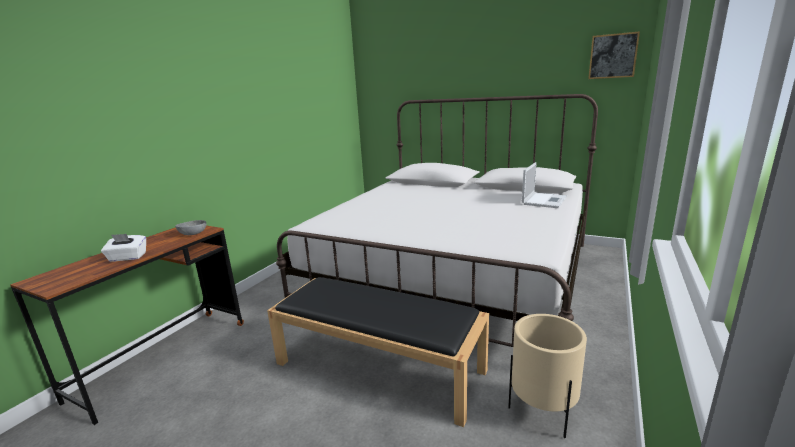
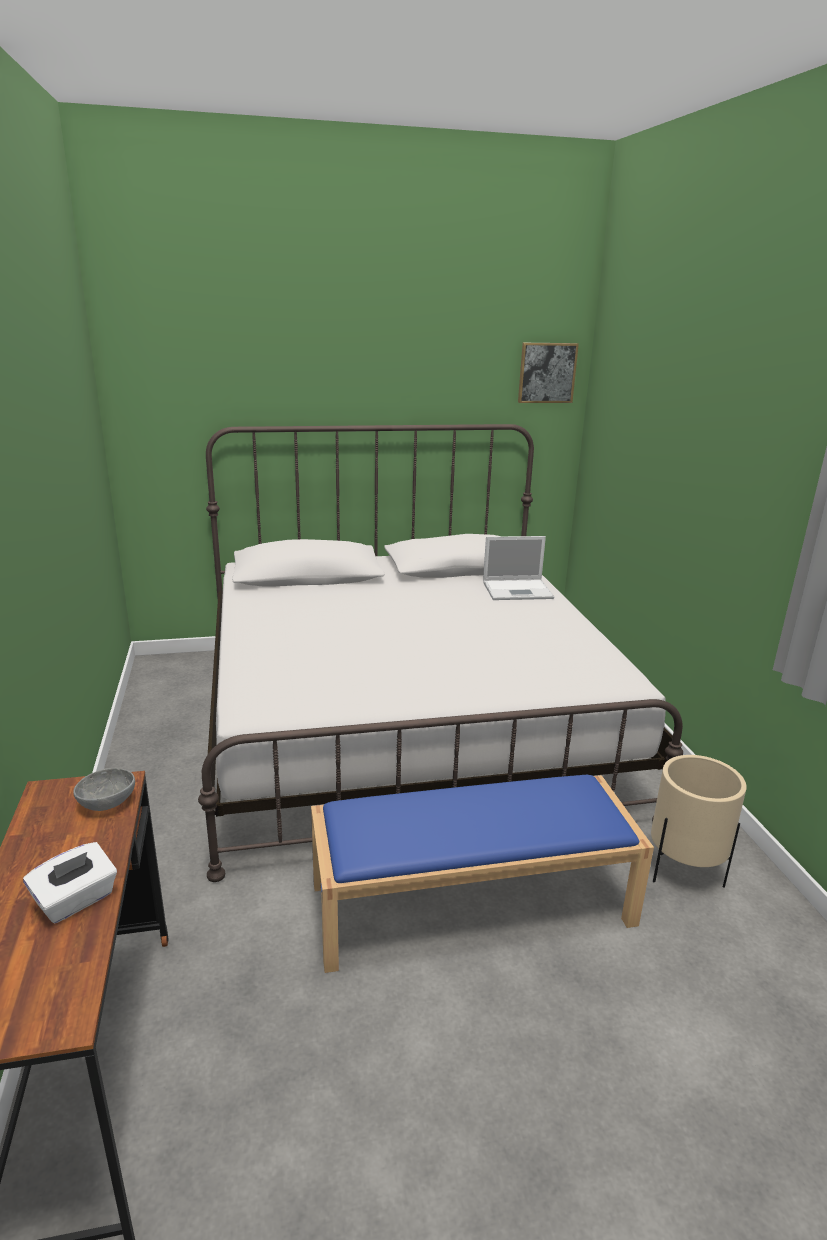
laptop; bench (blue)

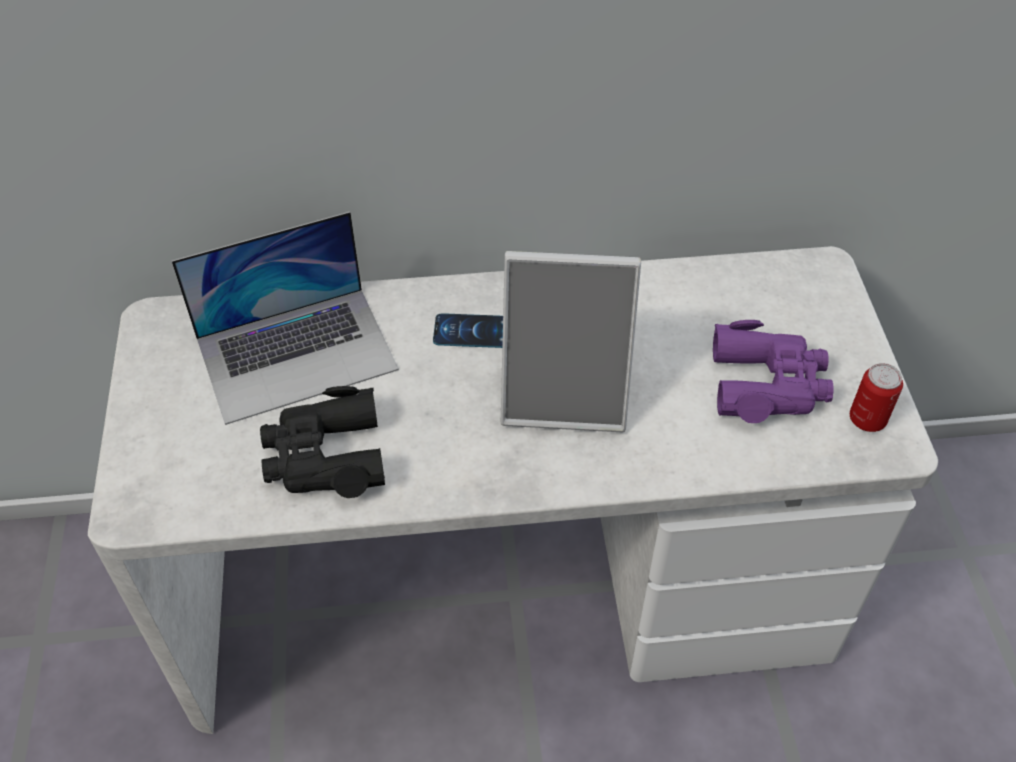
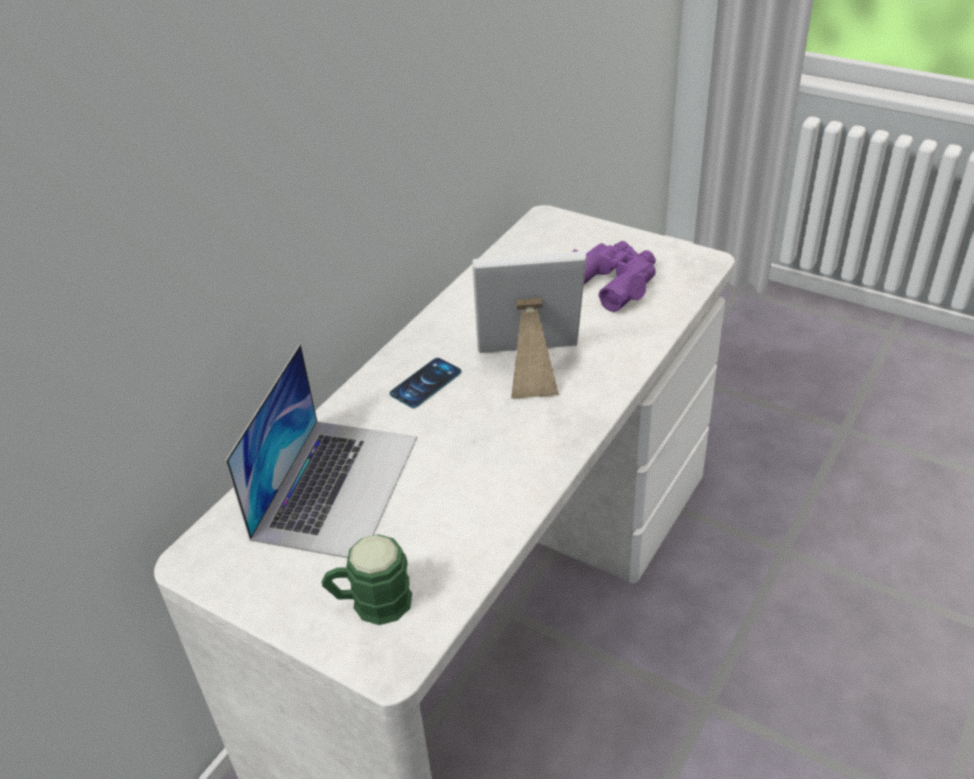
picture frame; can; binoculars (black); mug (green)

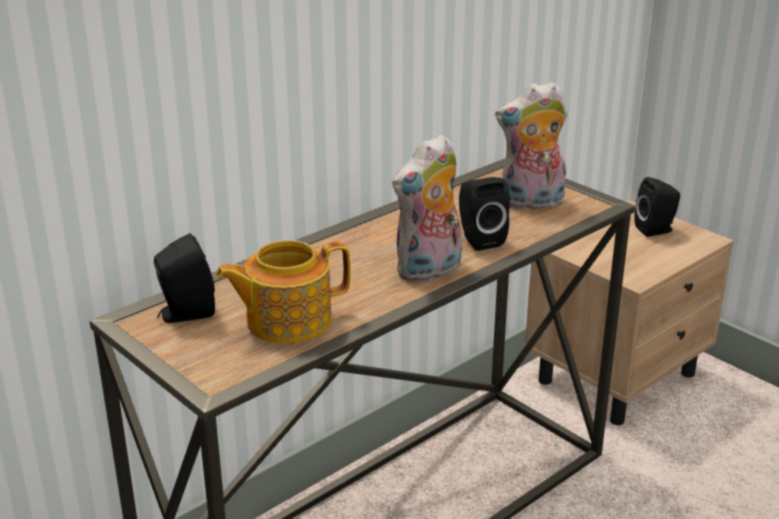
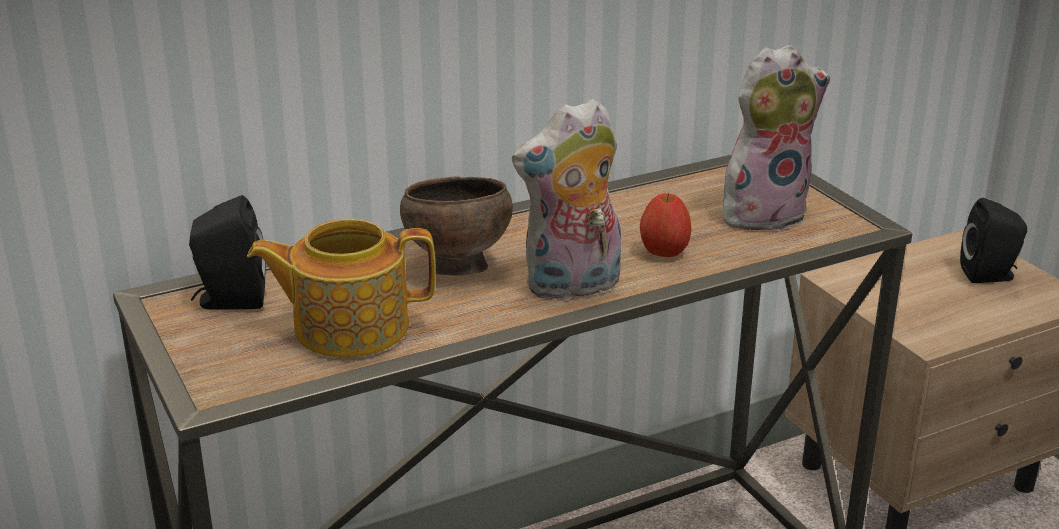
plush toy (no. 2 from left); apple; bowl (brown)

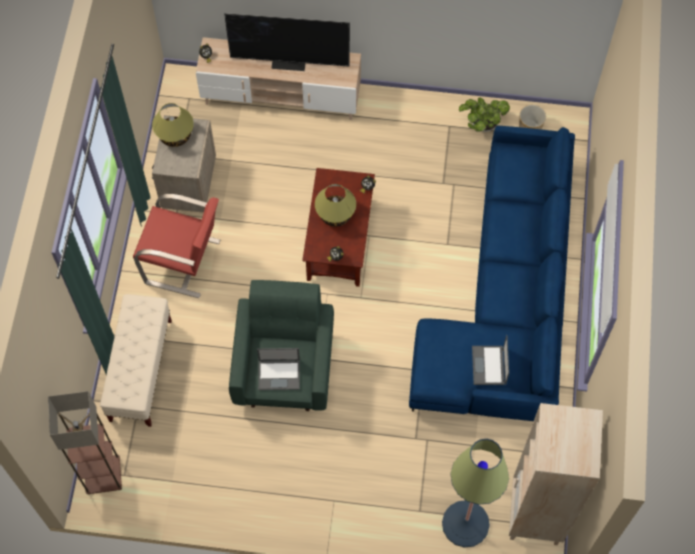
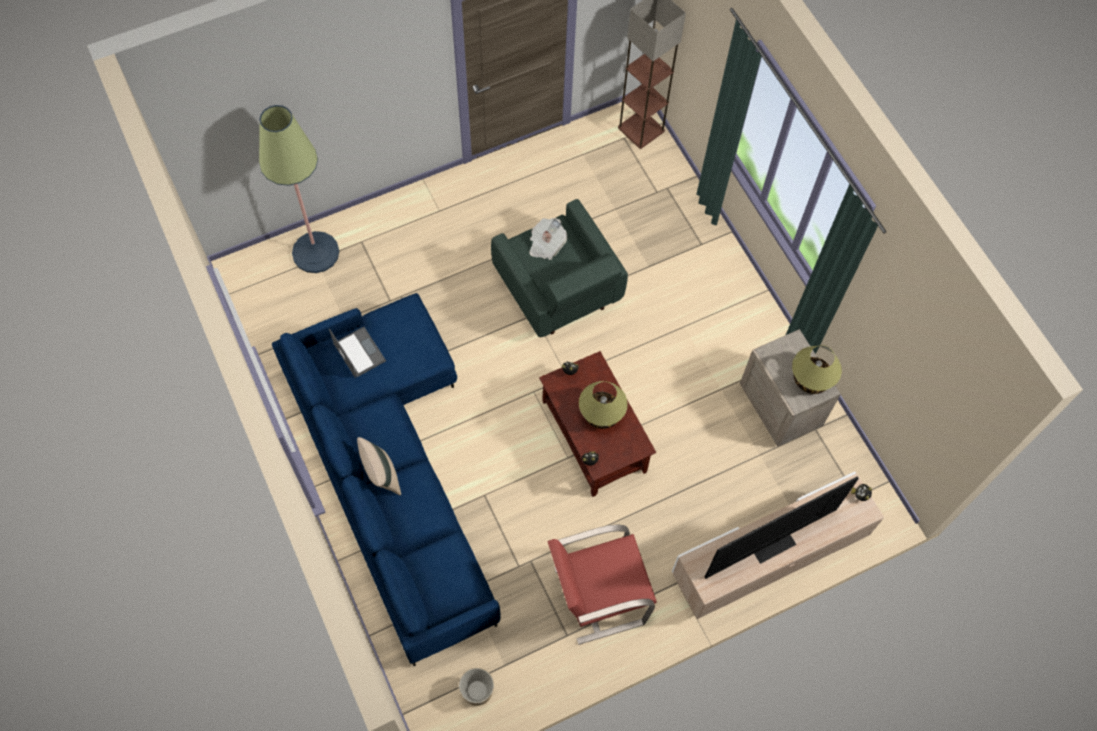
potted plant; armchair (red); bench (beige); newspaper; bookcase (beige); pillow (beige)

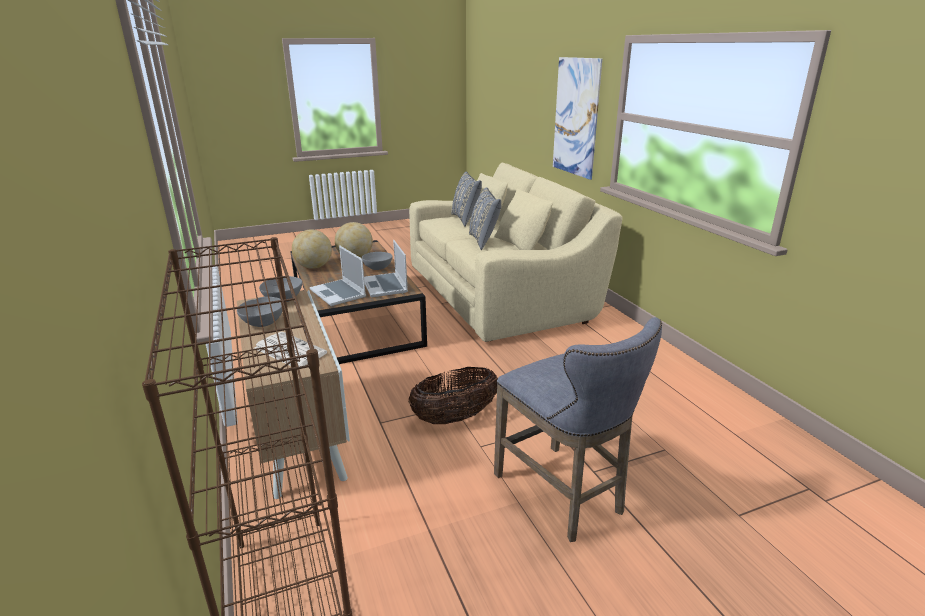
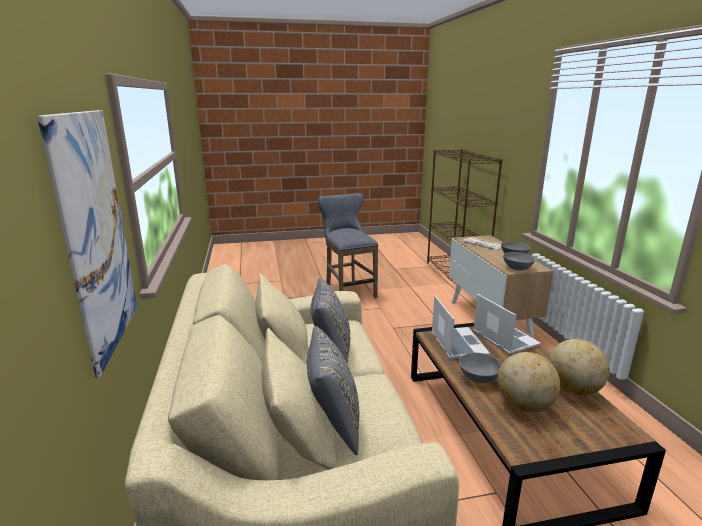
basket

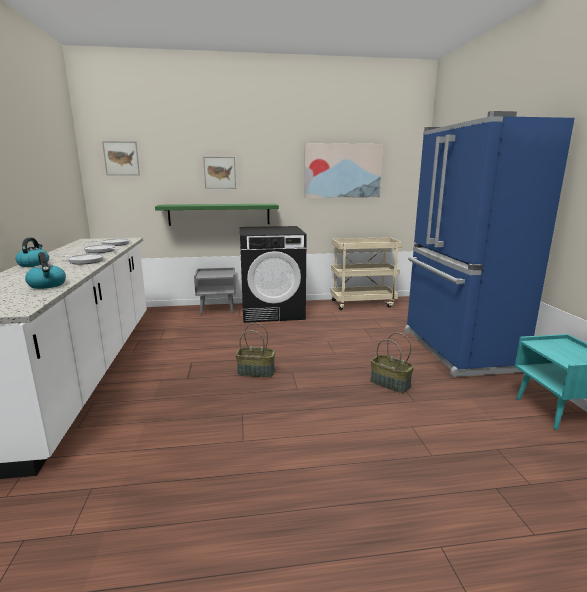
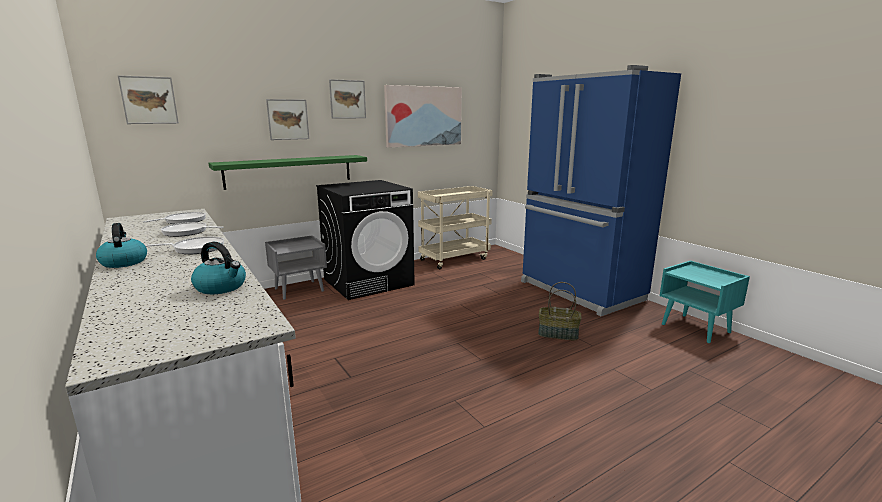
basket (no. 1 from left in the first image); picture (no. 3 from left)

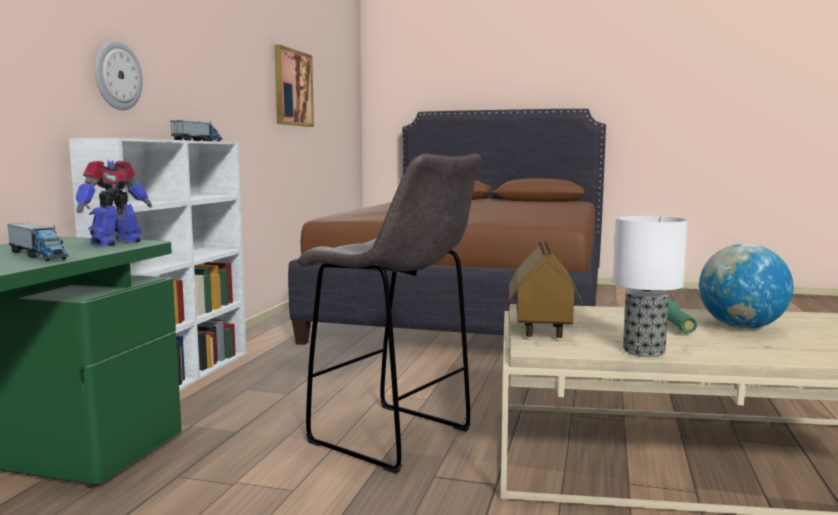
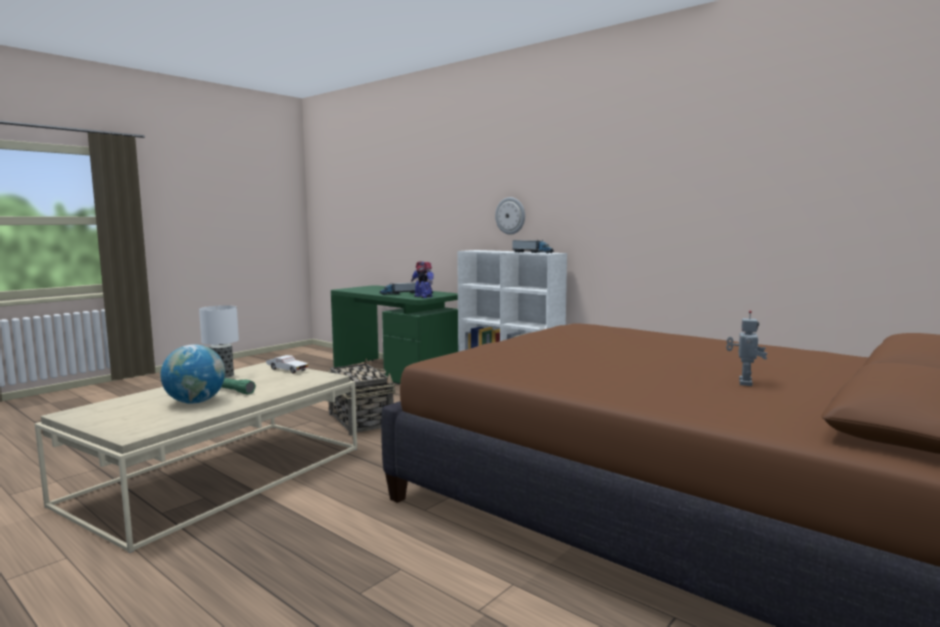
picture; basket; toy car (white); toy robot (no. 2 from left)

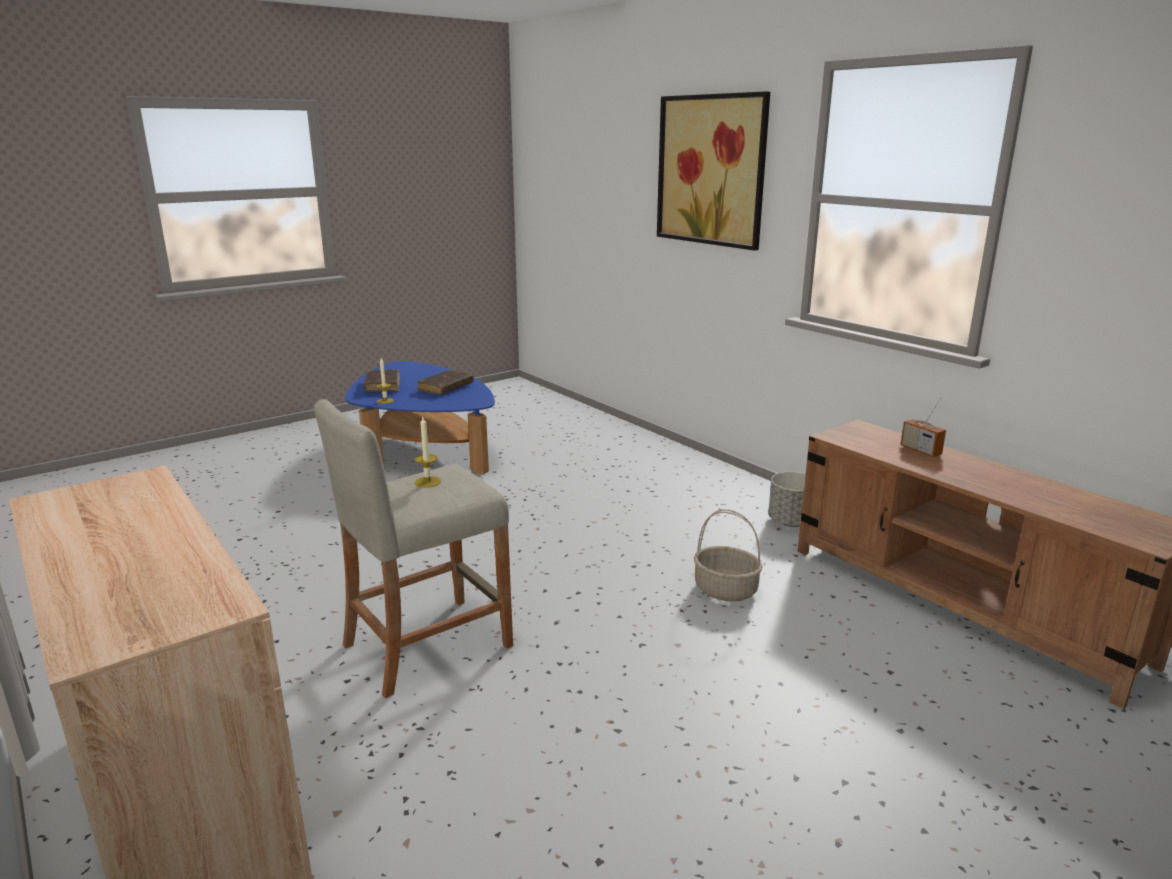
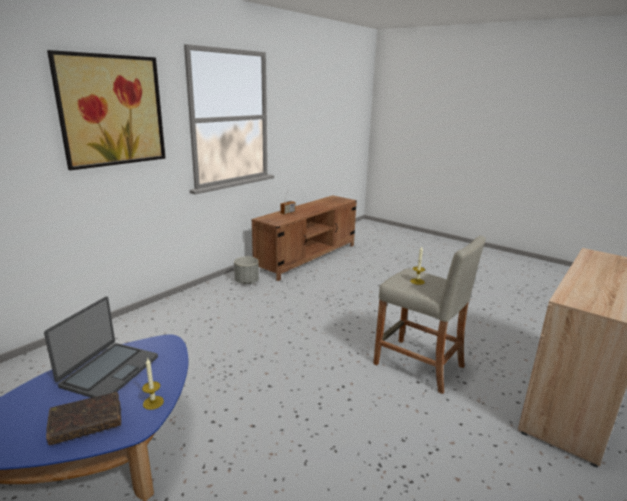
laptop; basket

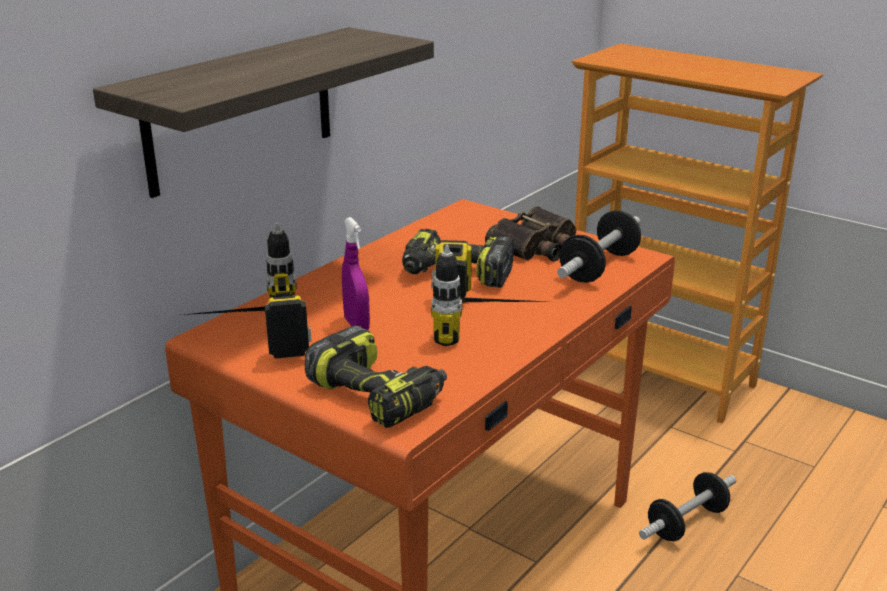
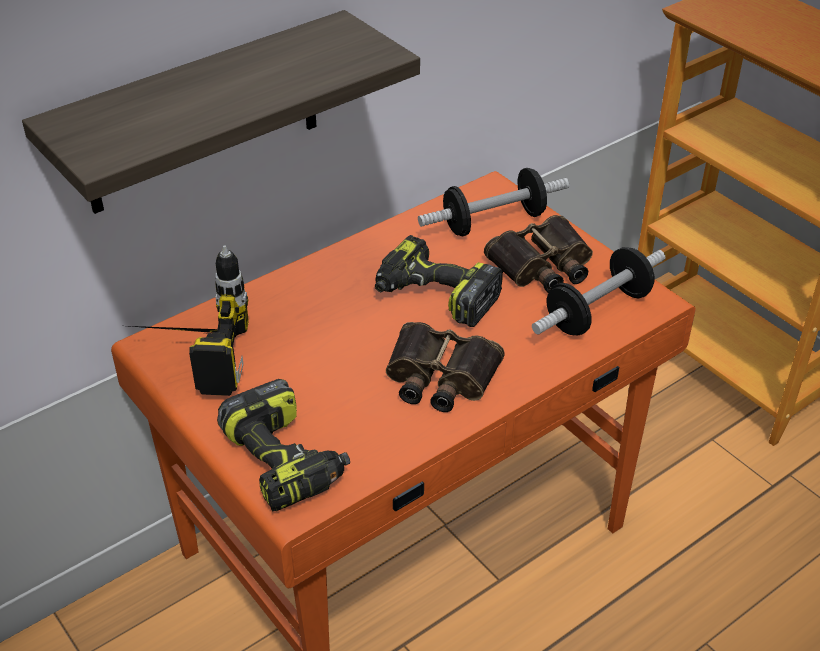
spray bottle (purple); binoculars (no. 1 from left); dumbbell (no. 1 from left)

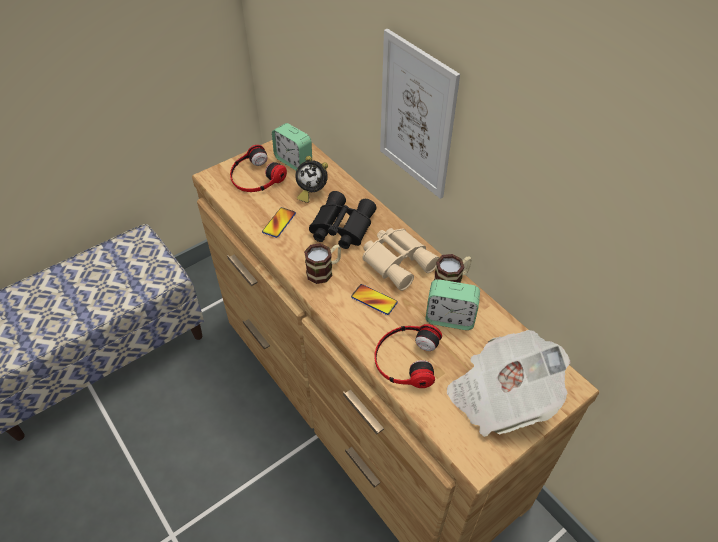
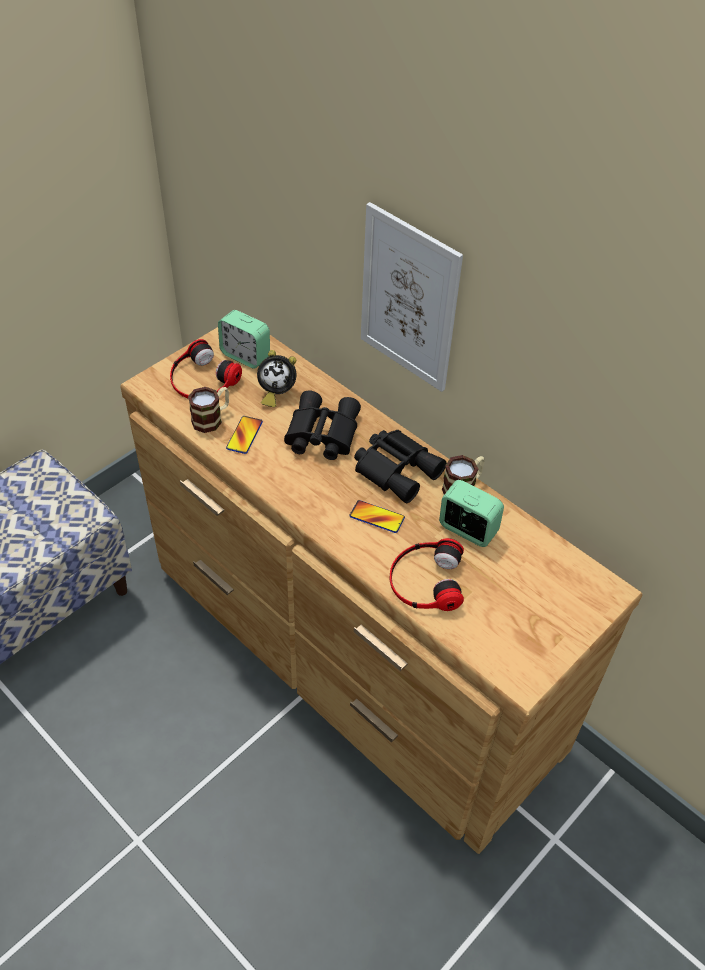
binoculars (black) (no. 2 from left); mug (no. 1 from left); alarm clock (no. 3 from left); newspaper

